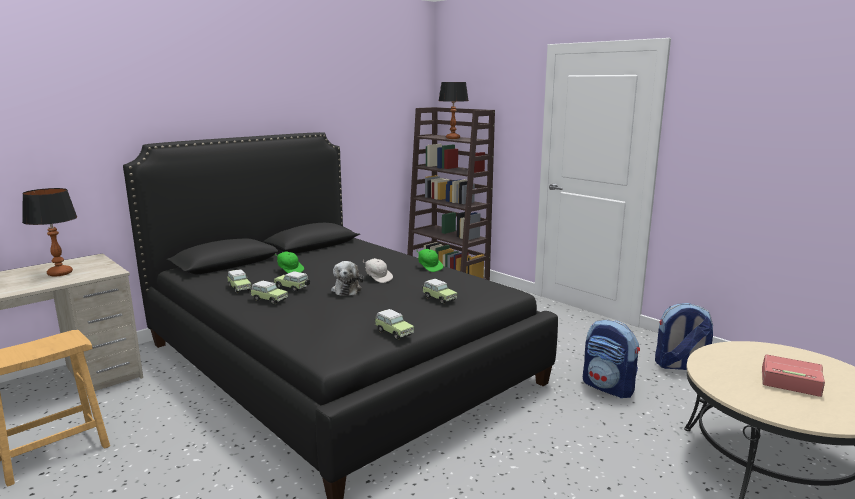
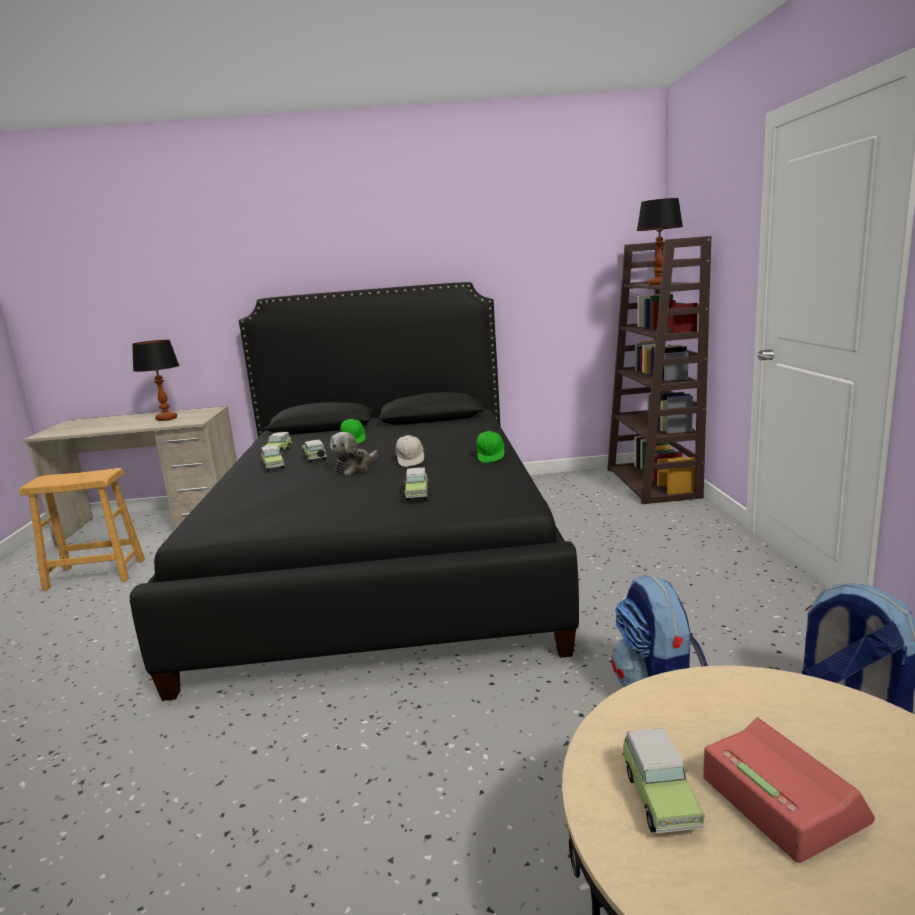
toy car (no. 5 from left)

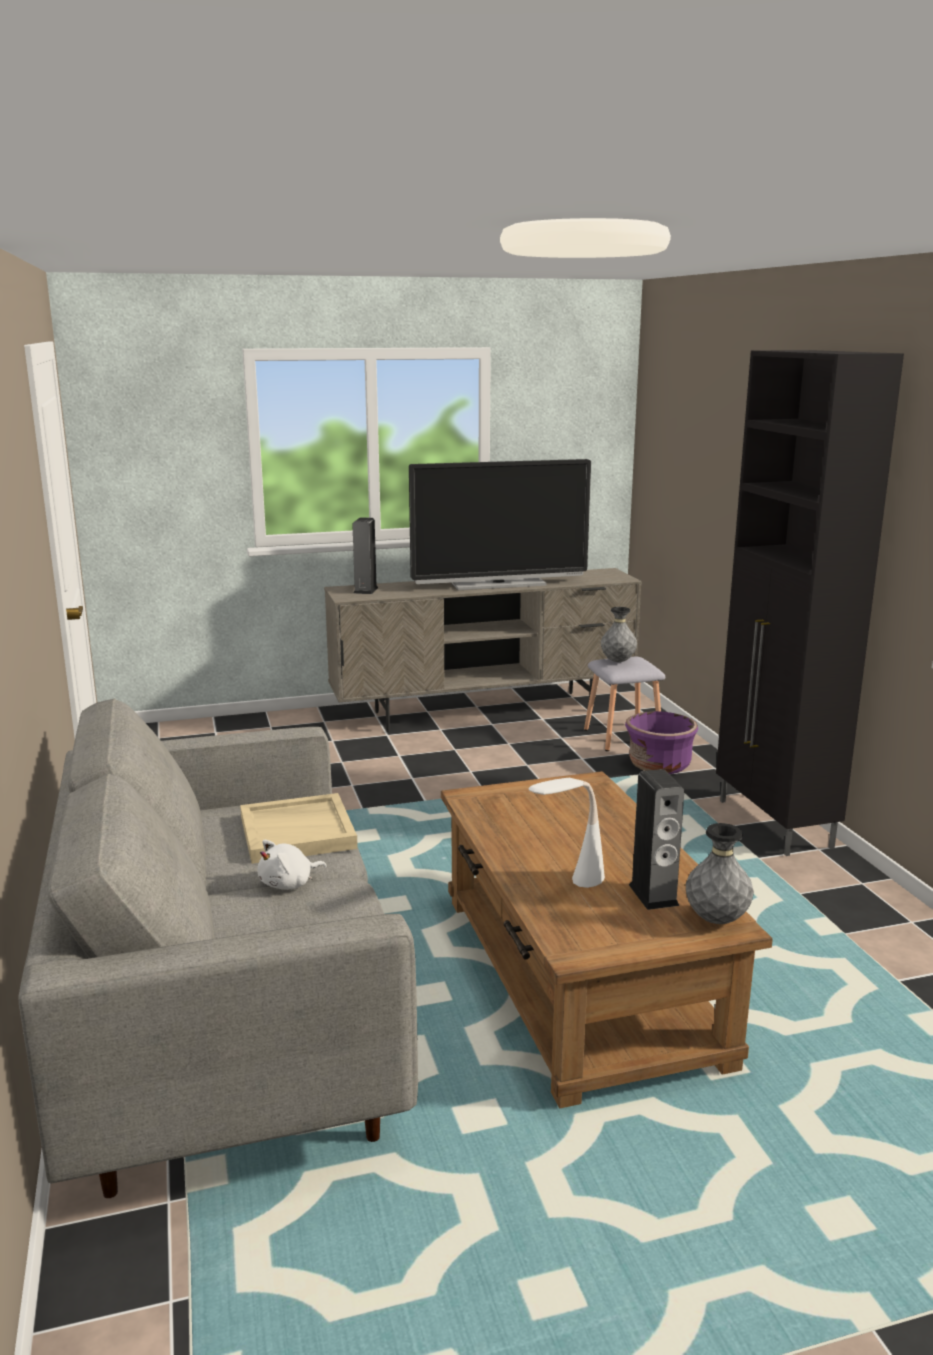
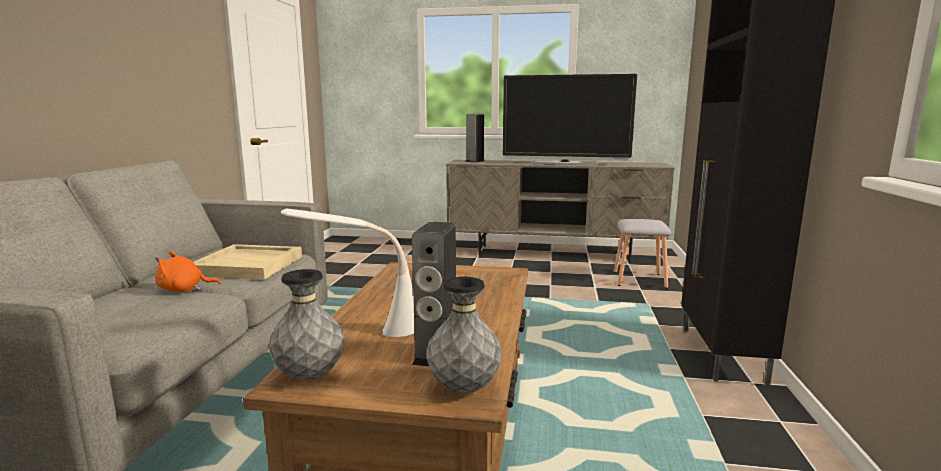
vase (grey) (no. 1 from left); planter (purple); plush toy (orange)

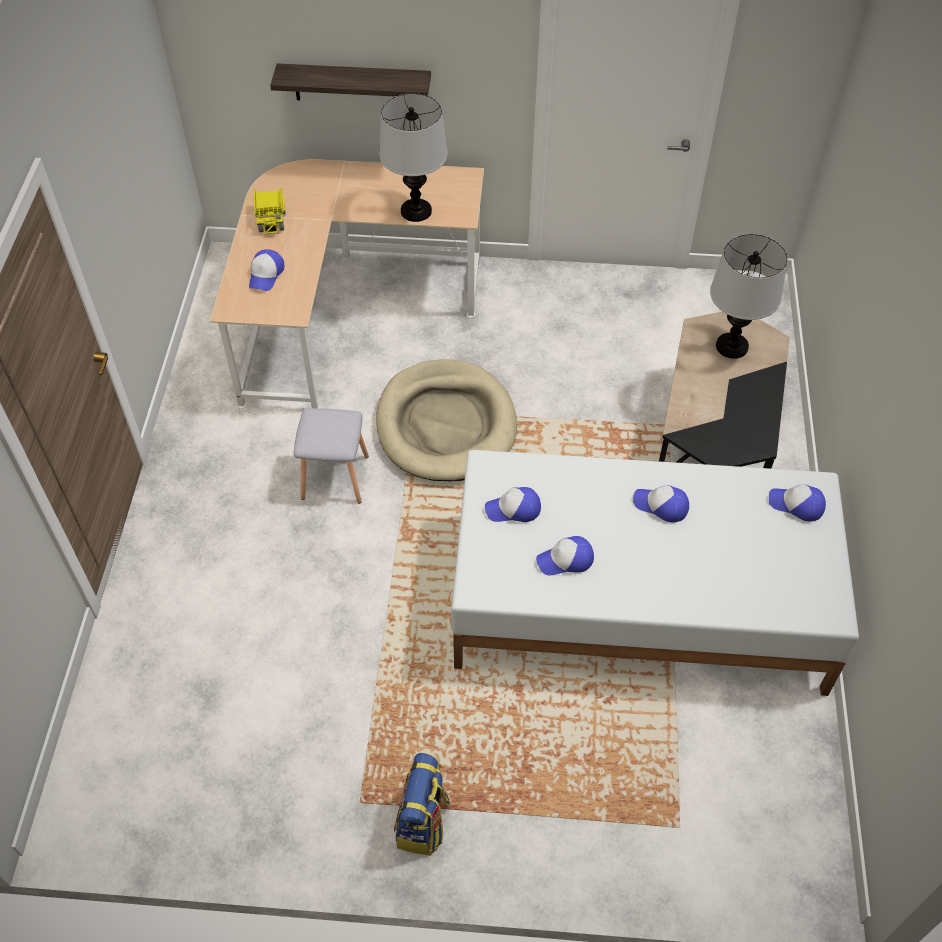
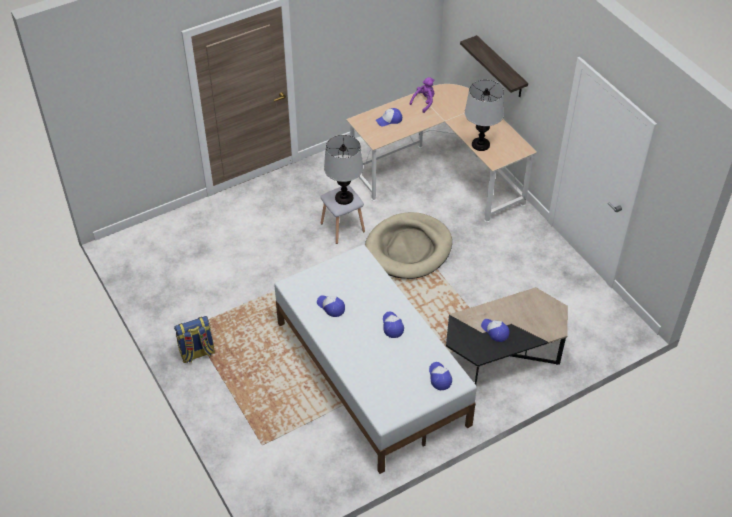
plush toy (purple); table lamp (no. 1 from left); cap (no. 5 from left)

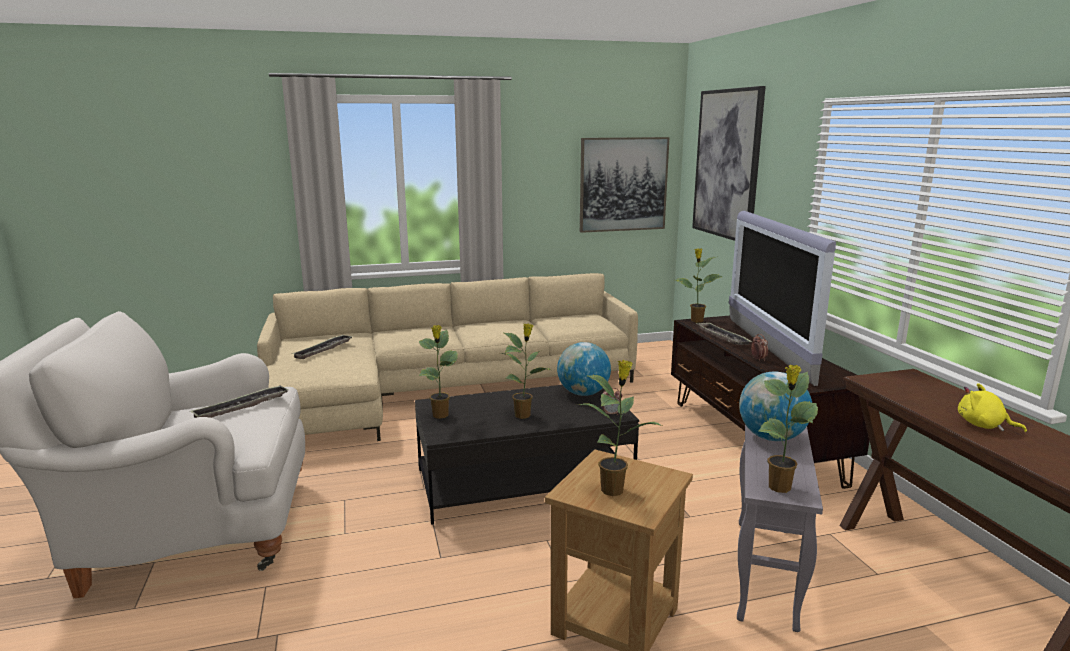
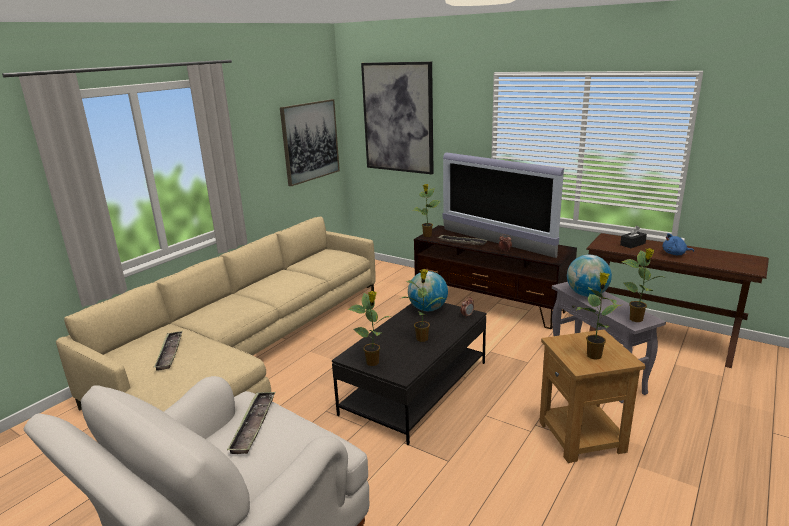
plush toy (blue); tissue box (black)

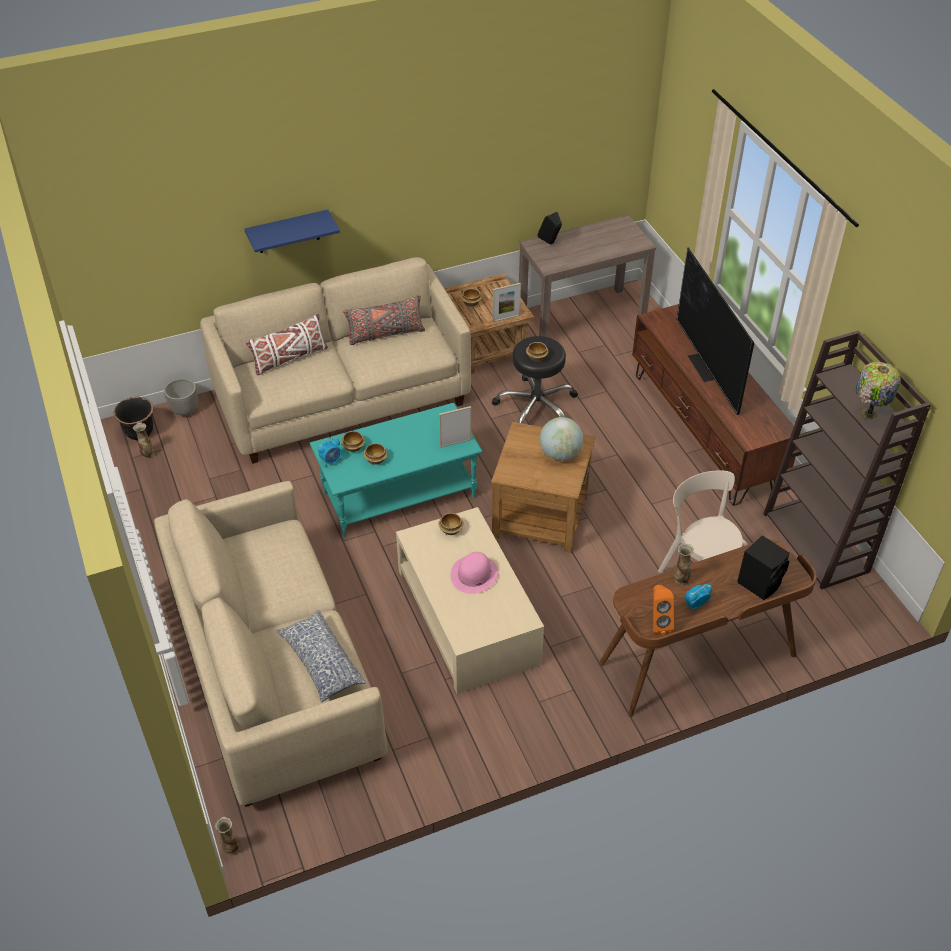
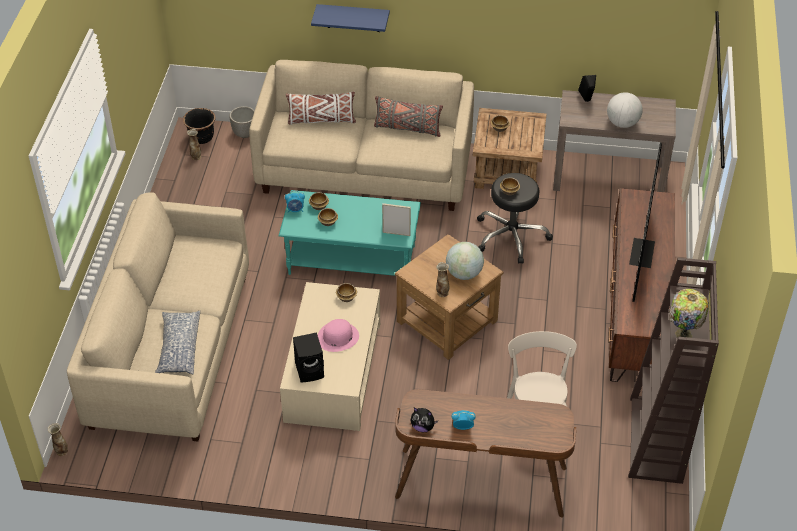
picture frame (no. 2 from left in the first image); speaker (black) (no. 1 from left); vase (no. 3 from left); plush toy; globe (no. 2 from left)

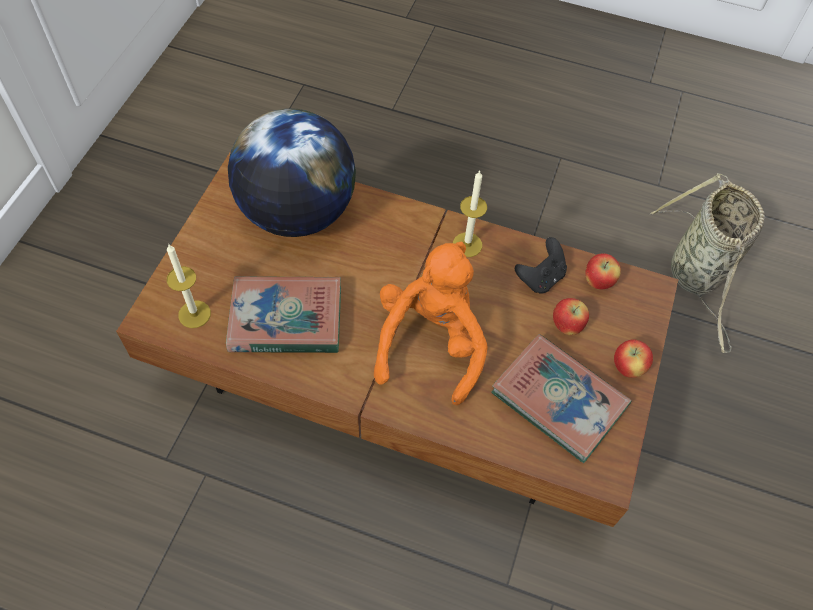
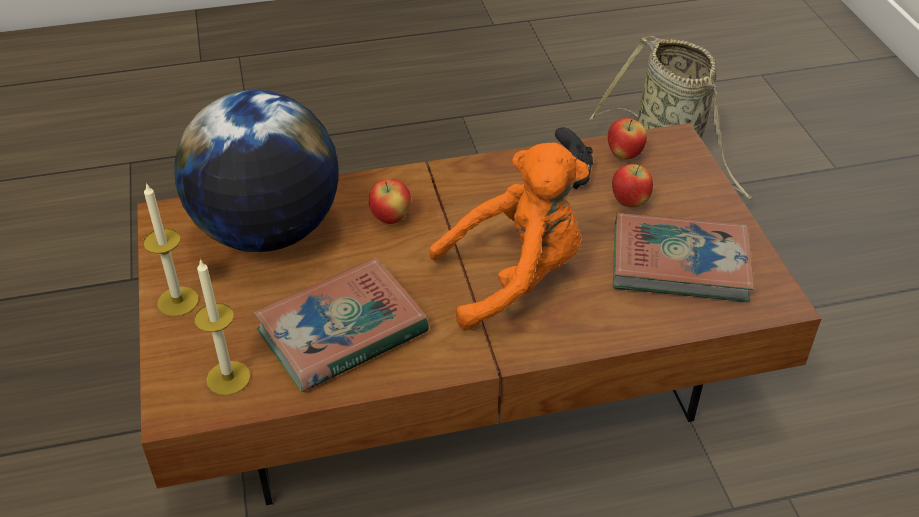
candle (no. 1 from left); plush toy (orange); apple (no. 1 from left)

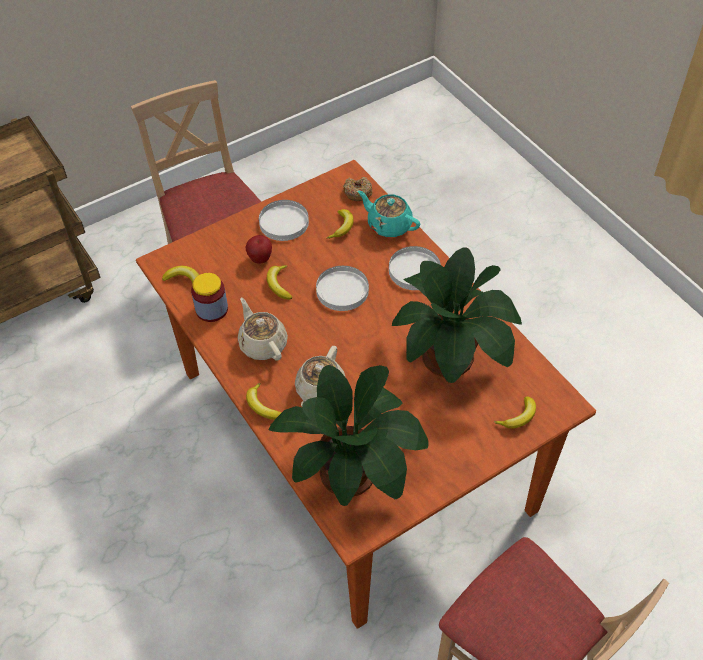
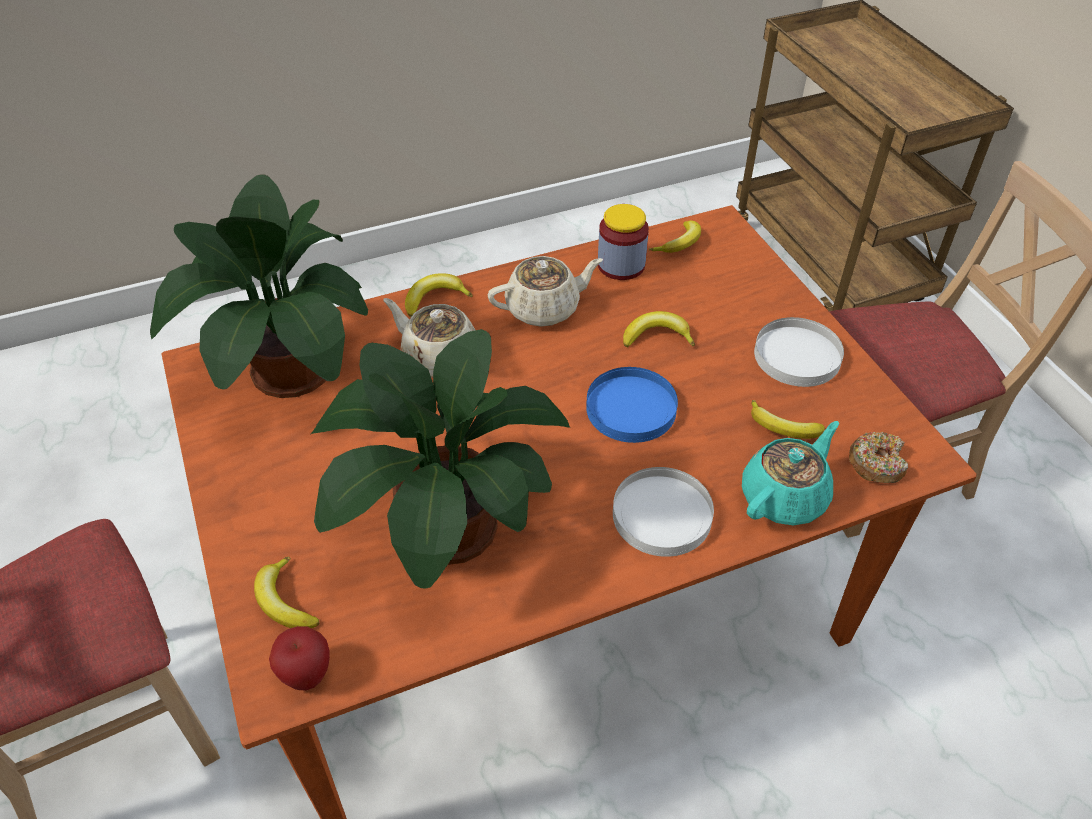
apple; plate (blue)

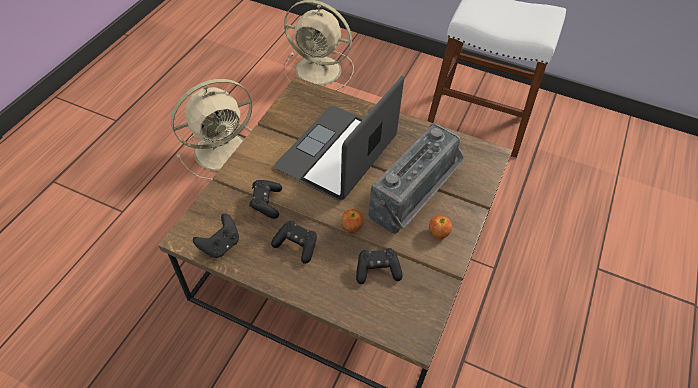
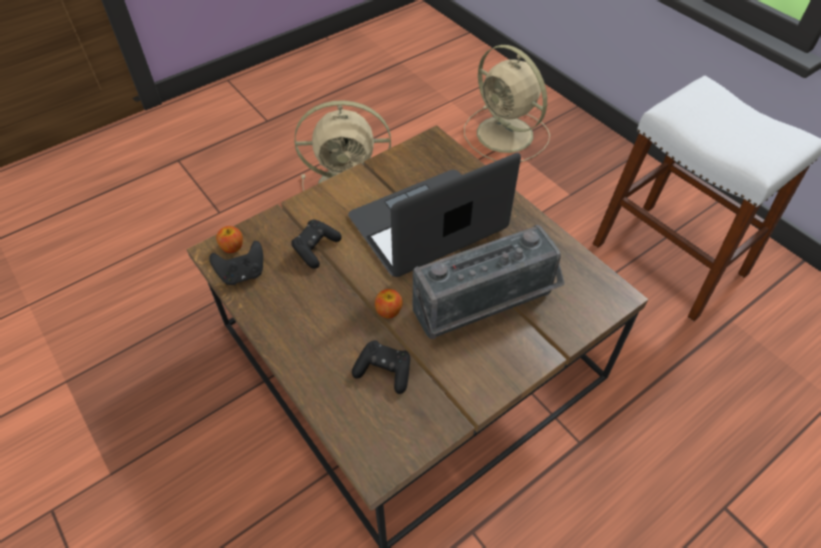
apple (no. 1 from left); game controller (black) (no. 3 from left in the first image)

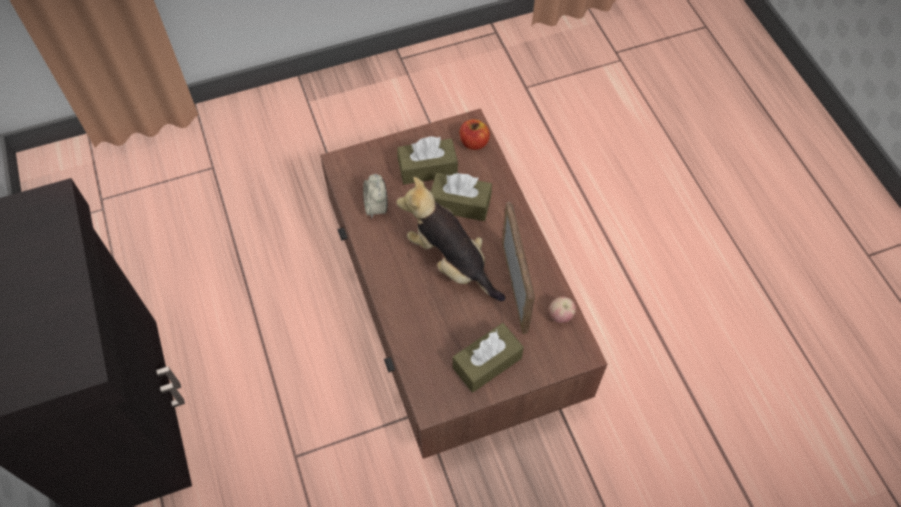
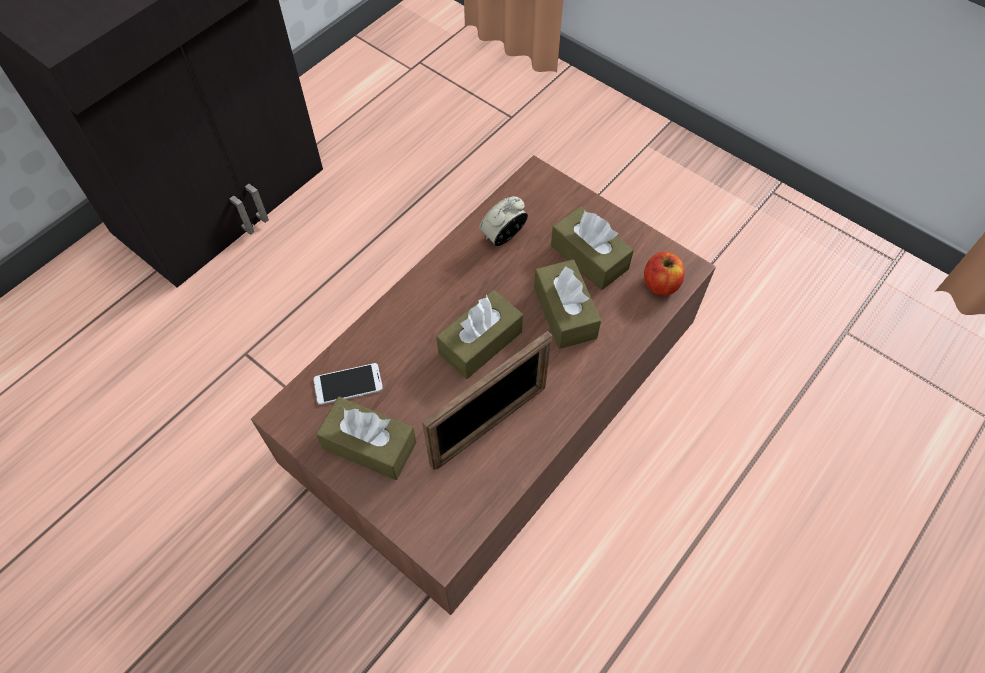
tissue box (brown) (no. 2 from left); apple (no. 2 from left in the first image); phone

